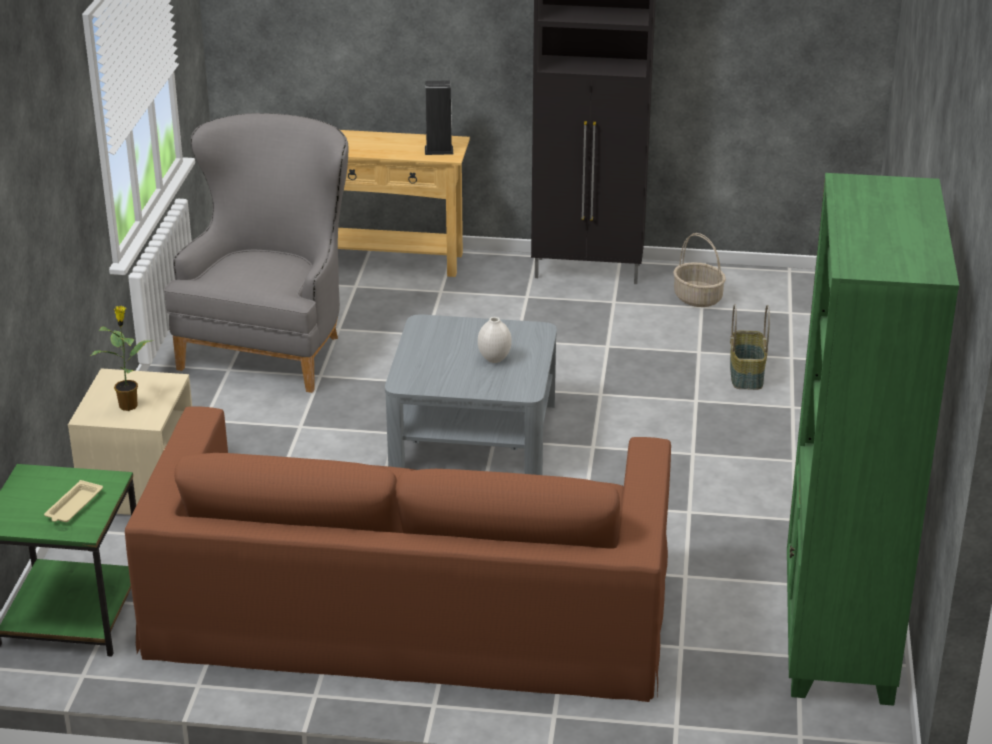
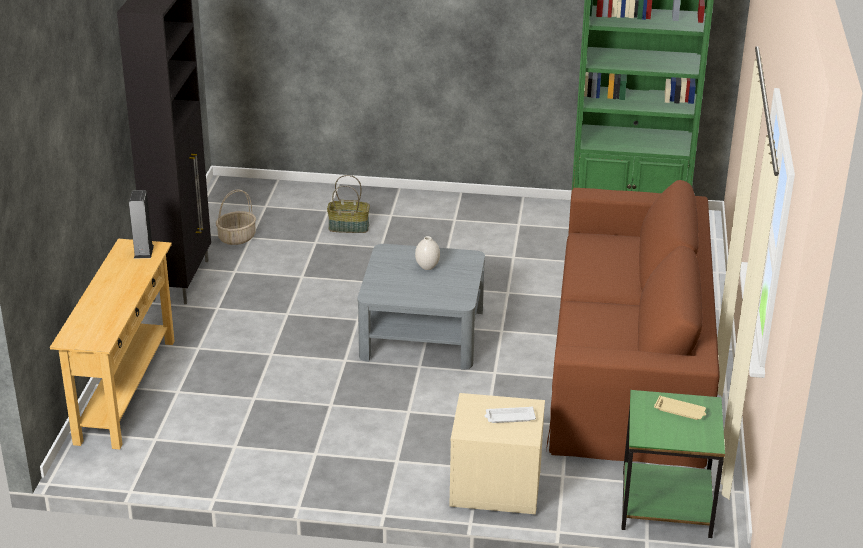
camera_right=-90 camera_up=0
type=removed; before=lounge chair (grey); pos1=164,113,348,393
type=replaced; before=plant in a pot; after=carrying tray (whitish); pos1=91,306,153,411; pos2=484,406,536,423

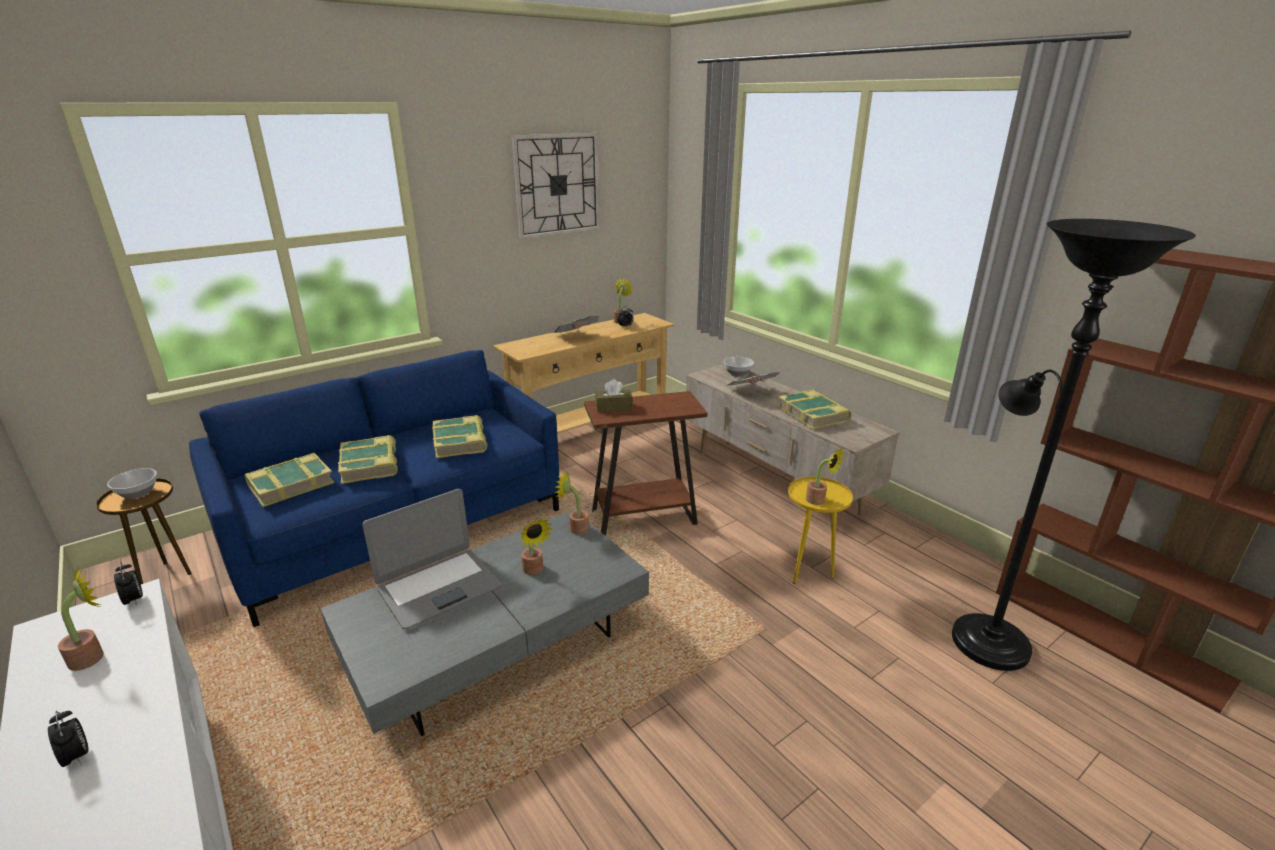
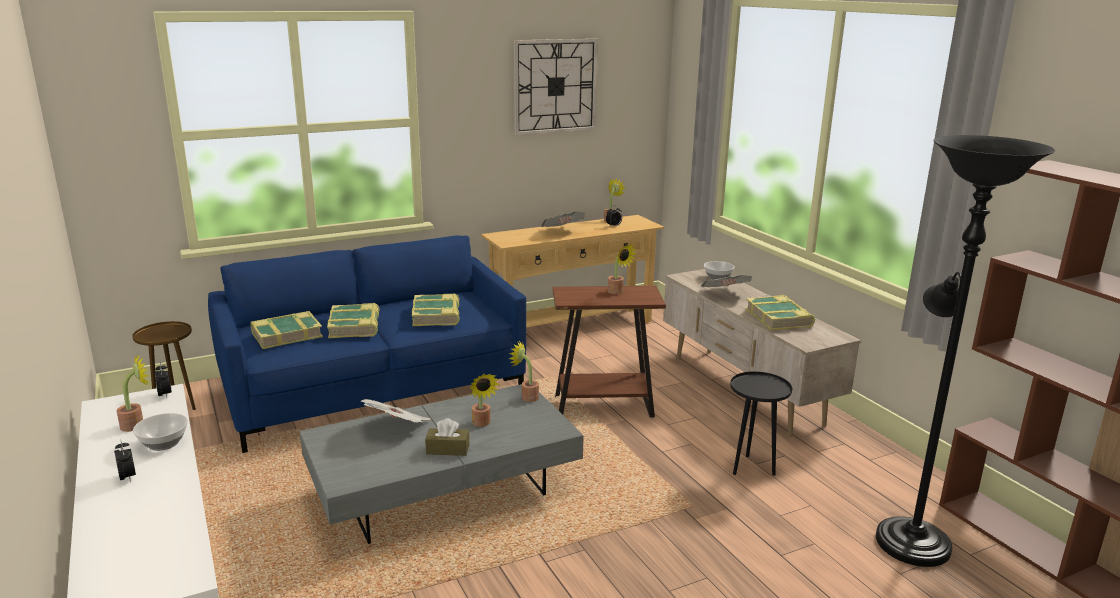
camera_right=10 camera_up=-5
type=moved; before=tissue box (brown-coloured); pos1=595,379,633,412; pos2=425,418,470,456
type=moved; before=plant in a pot; pos1=806,448,845,505; pos2=608,244,637,294
type=moved; before=deep dish; pos1=107,468,157,499; pos2=133,413,188,451
type=recoloured; before=side table (yellow-coloured); after=side table (black-coloured); pos1=788,477,853,584; pos2=730,371,792,476
type=replaced; before=portable computer; after=newspaper; pos1=362,489,502,629; pos2=361,399,431,423

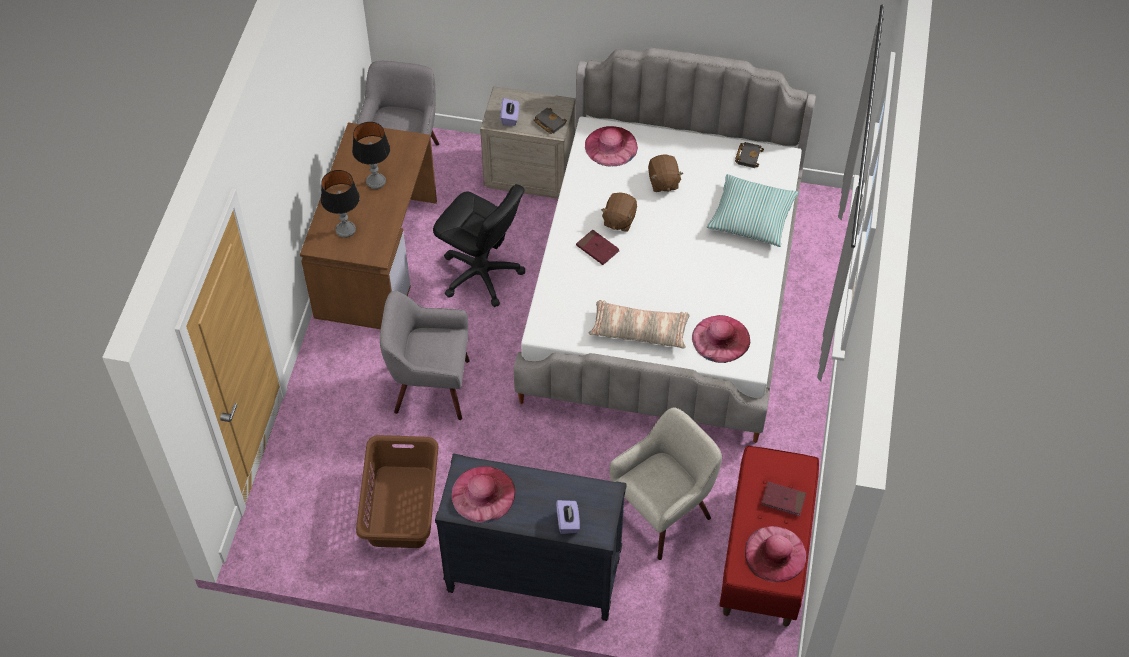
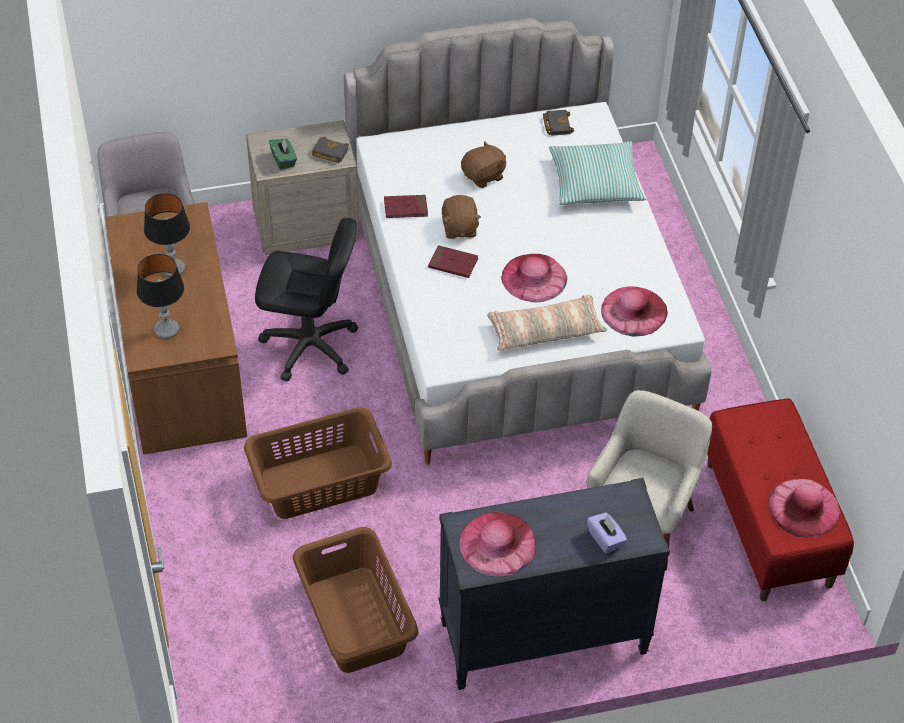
camera_right=-25 camera_up=-5
type=recoloured; before=tissue box (purple-coloured); after=tissue box (greenish); pos1=501,98,519,126; pos2=269,139,297,170
type=moved; before=hat (pink); pos1=585,126,638,166; pos2=501,254,567,302
type=turned; before=cuddly toy (brown-coloured); pos1=648,155,683,192; pos2=461,141,506,188; turn=-90
type=replaced; before=lounge chair (grey); after=hamper (brown-coloured); pos1=380,291,470,420; pos2=244,407,392,519
type=moved; before=book (red); pos1=761,482,806,516; pos2=384,195,428,218

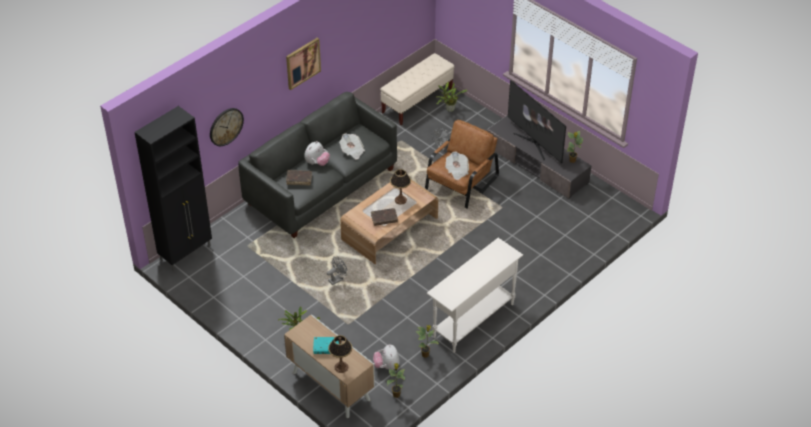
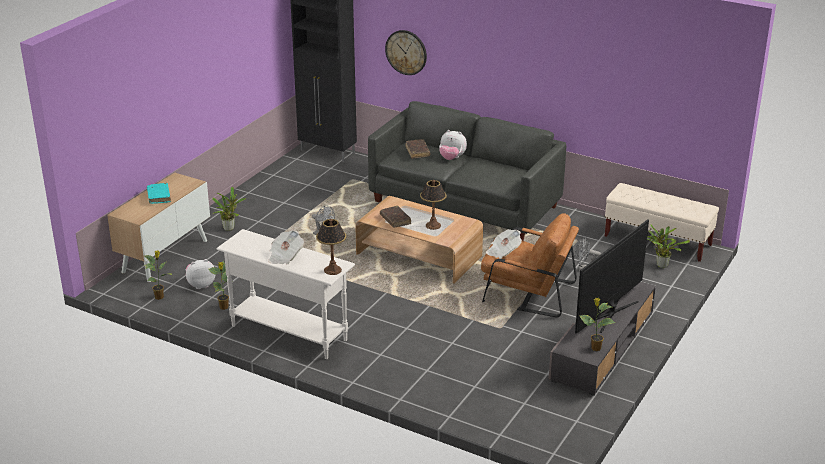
camera_right=75 camera_up=-15
type=removed; before=picture; pos1=286,38,321,90
type=moved; before=newspaper; pos1=339,133,365,160; pos2=268,230,304,264
type=moved; before=tabletop lamp; pos1=328,335,352,373; pos2=316,219,346,275

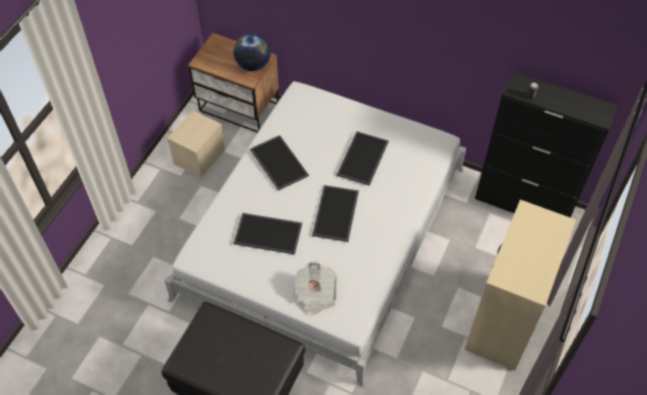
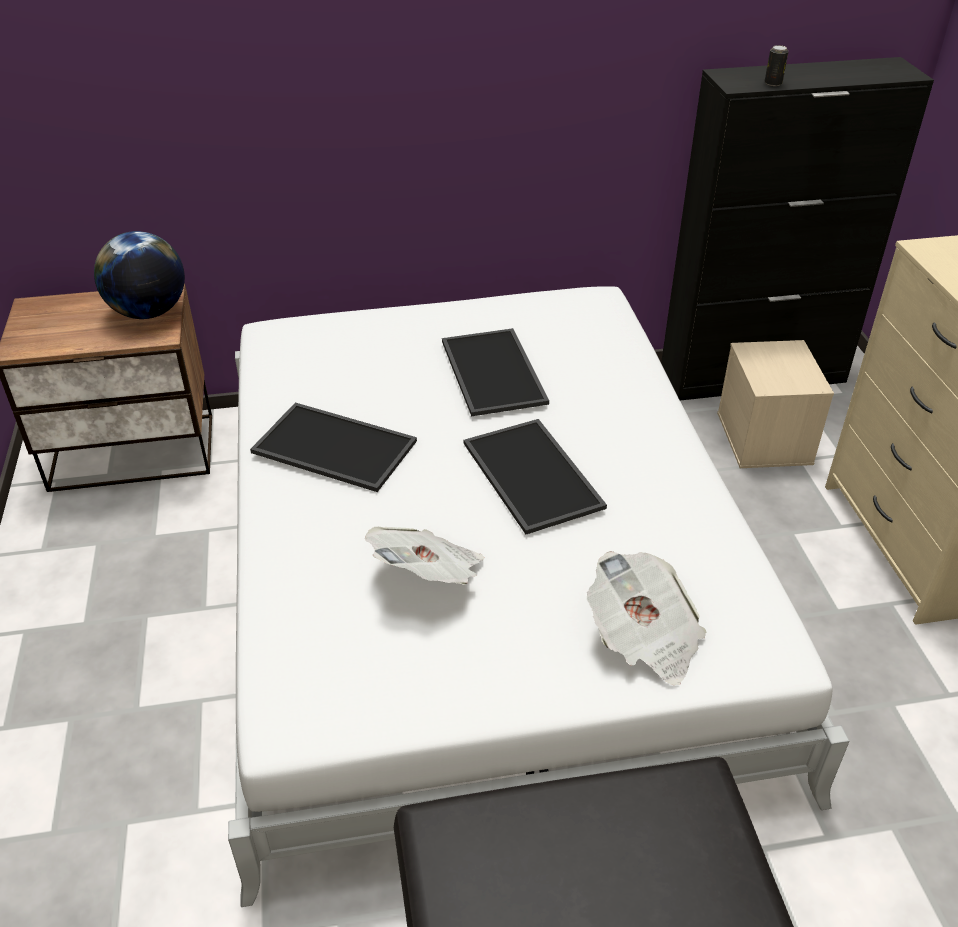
camera_right=-35 camera_up=-15
type=moved; before=storage box (beige); pos1=167,110,225,178; pos2=717,340,834,468
type=replaced; before=carrying tray; after=newspaper; pos1=234,213,302,254; pos2=365,527,484,584

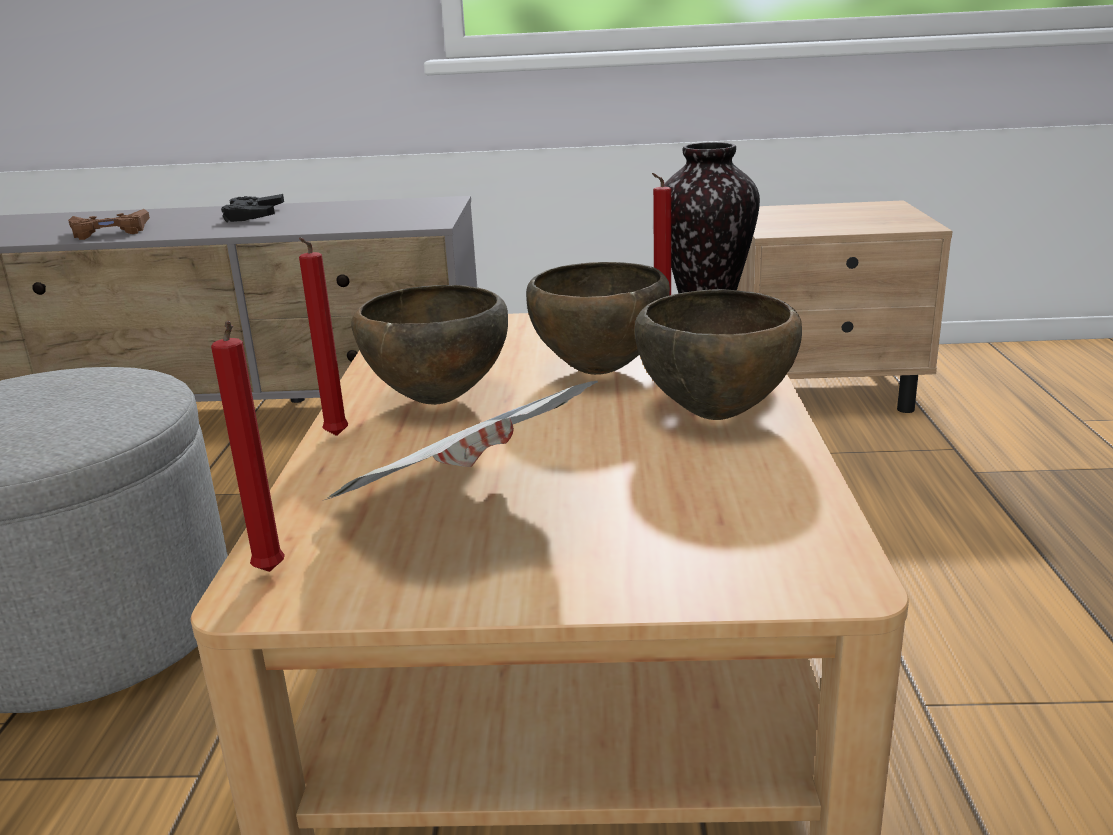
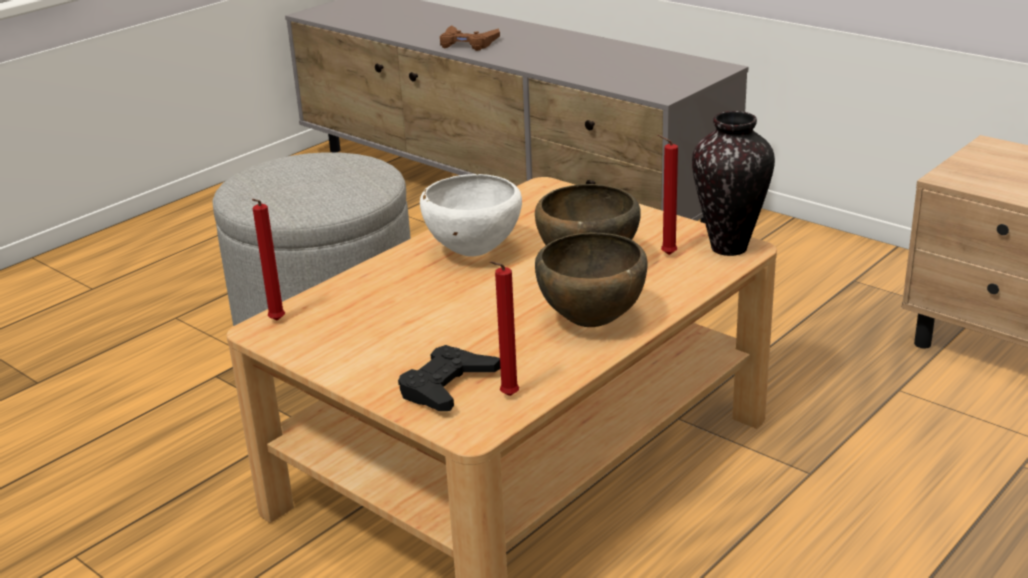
camera_right=40 camera_up=5
type=moved; before=joypad (black-coloured); pos1=221,194,284,222; pos2=398,345,500,411
type=moved; before=wax candle (red); pos1=299,238,348,436; pos2=490,261,519,396
type=recoloured; before=deep dish (brown-coloured); after=deep dish (whitish); pos1=351,285,508,405; pos2=420,174,522,257
type=removed; before=newspaper; pos1=325,380,598,500

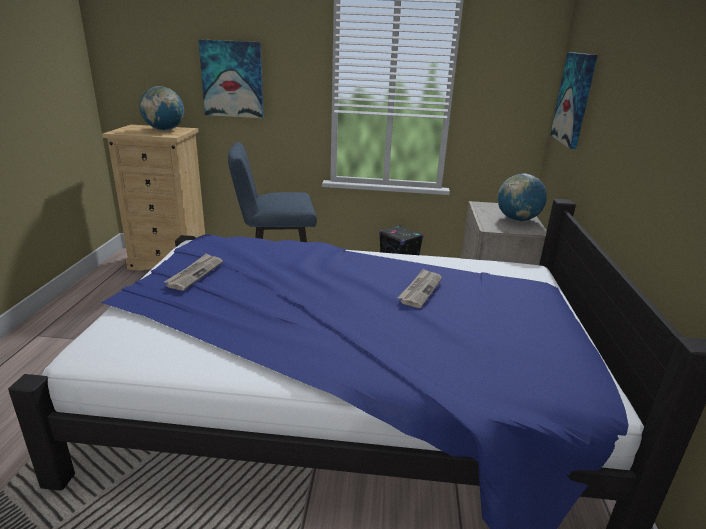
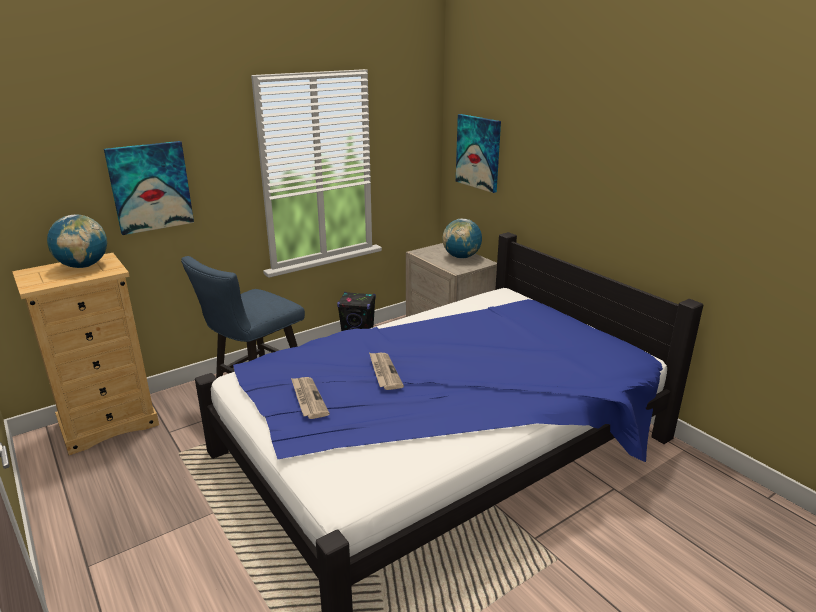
camera_right=-40 camera_up=0
type=moved; before=newspaper; pos1=397,268,442,308; pos2=369,353,404,390

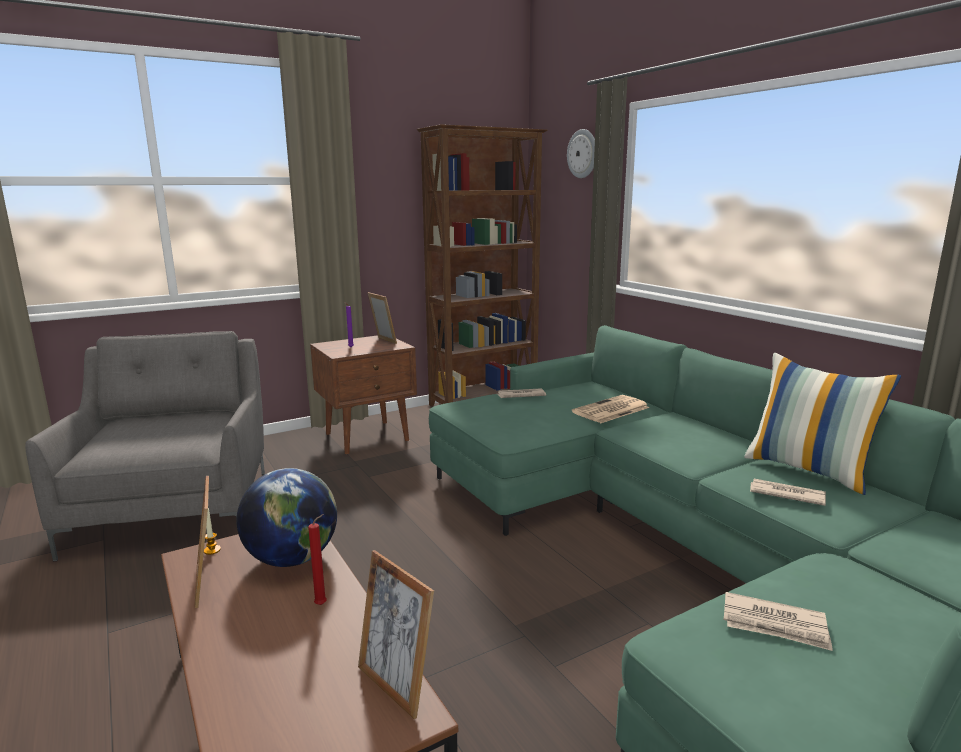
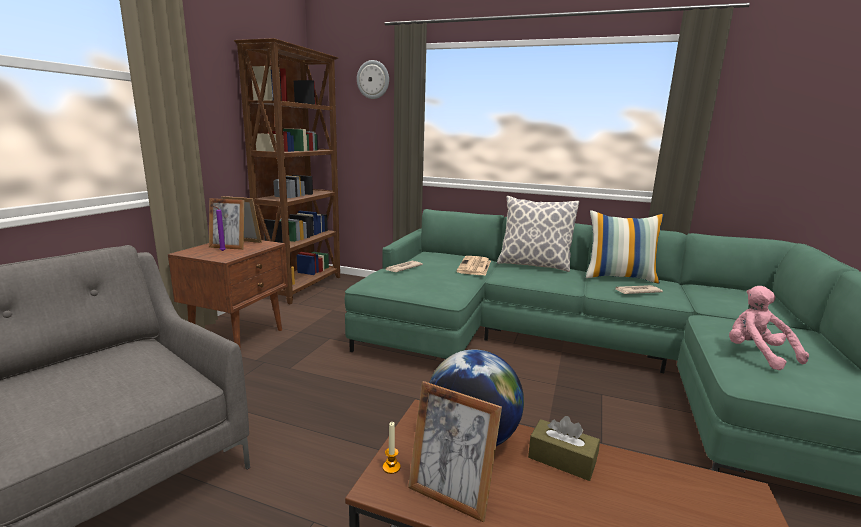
camera_right=-40 camera_up=0
type=replaced; before=wax candle (red); after=tissue box (brown-coloured); pos1=308,514,327,605; pos2=528,416,600,481
type=moved; before=standing frame; pos1=358,550,434,719; pos2=209,198,244,250
type=replaced; before=newspaper; after=cuddly toy (pink); pos1=723,592,833,651; pos2=729,286,809,370
type=added; after=cushion; pos2=497,196,579,272

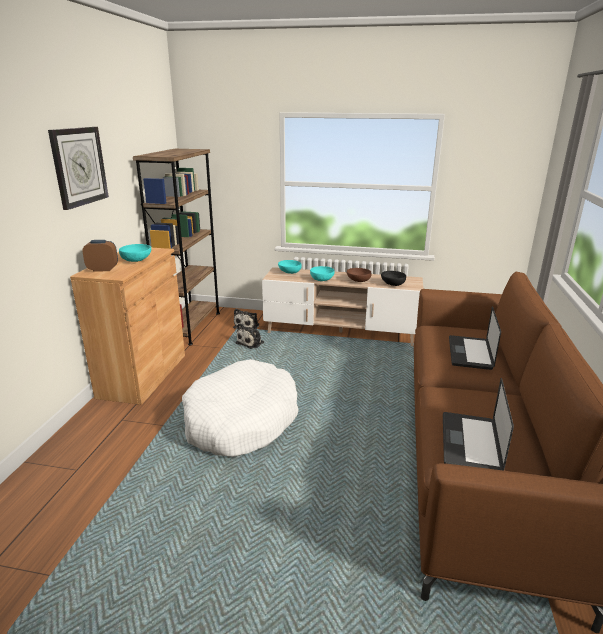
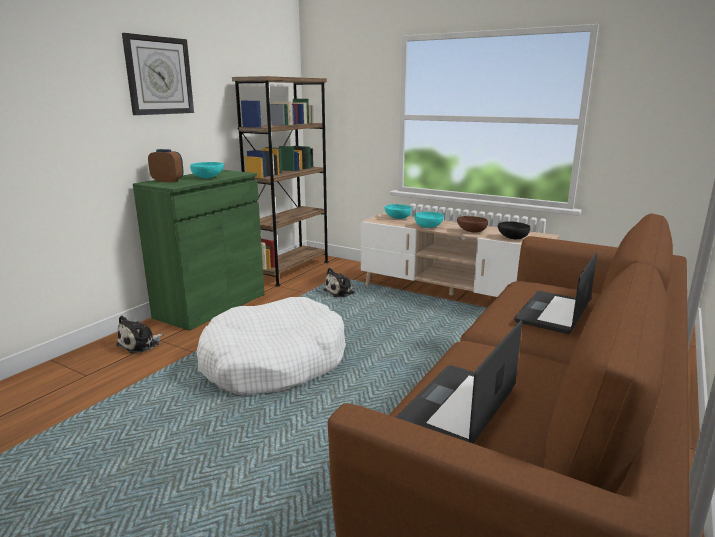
camera_right=20 camera_up=-5
type=recoloured; before=cabinet (brown-coloured); after=cabinet (greenish); pos1=70,248,185,405; pos2=133,170,264,331
type=moved; before=cuddly toy; pos1=233,309,259,329; pos2=116,315,163,353

